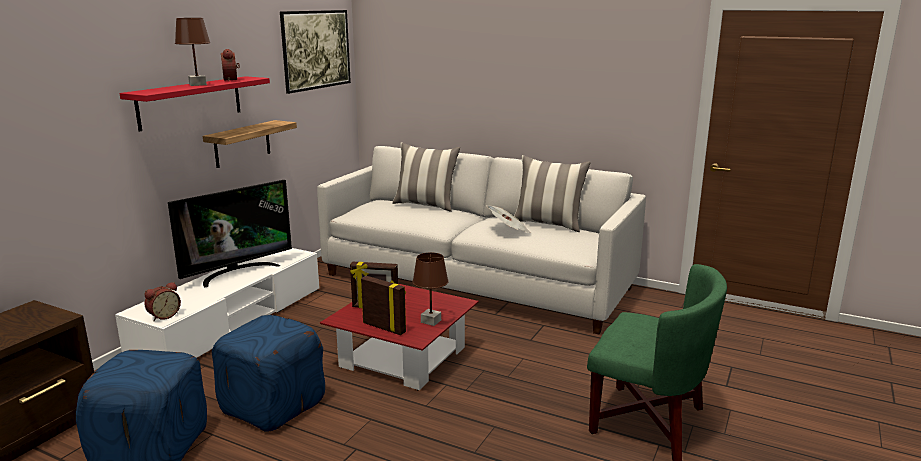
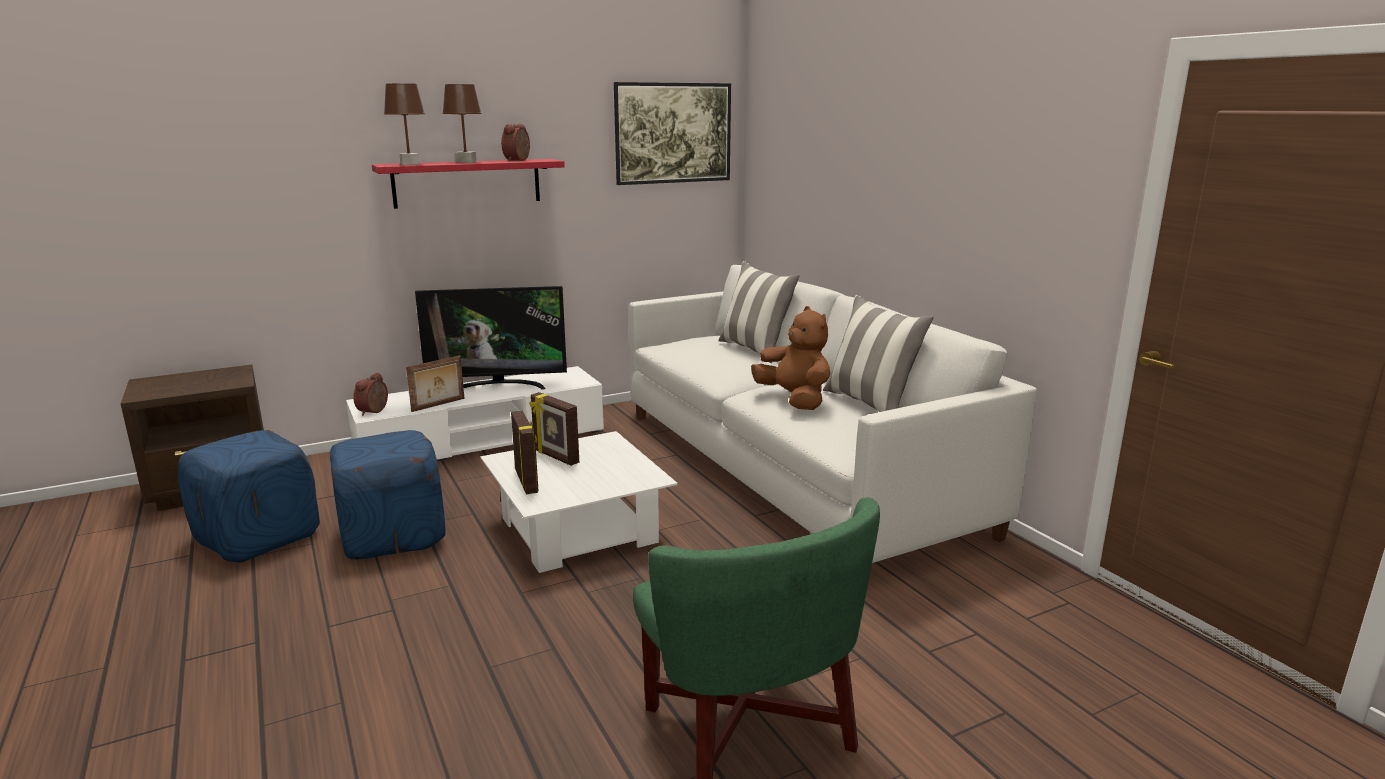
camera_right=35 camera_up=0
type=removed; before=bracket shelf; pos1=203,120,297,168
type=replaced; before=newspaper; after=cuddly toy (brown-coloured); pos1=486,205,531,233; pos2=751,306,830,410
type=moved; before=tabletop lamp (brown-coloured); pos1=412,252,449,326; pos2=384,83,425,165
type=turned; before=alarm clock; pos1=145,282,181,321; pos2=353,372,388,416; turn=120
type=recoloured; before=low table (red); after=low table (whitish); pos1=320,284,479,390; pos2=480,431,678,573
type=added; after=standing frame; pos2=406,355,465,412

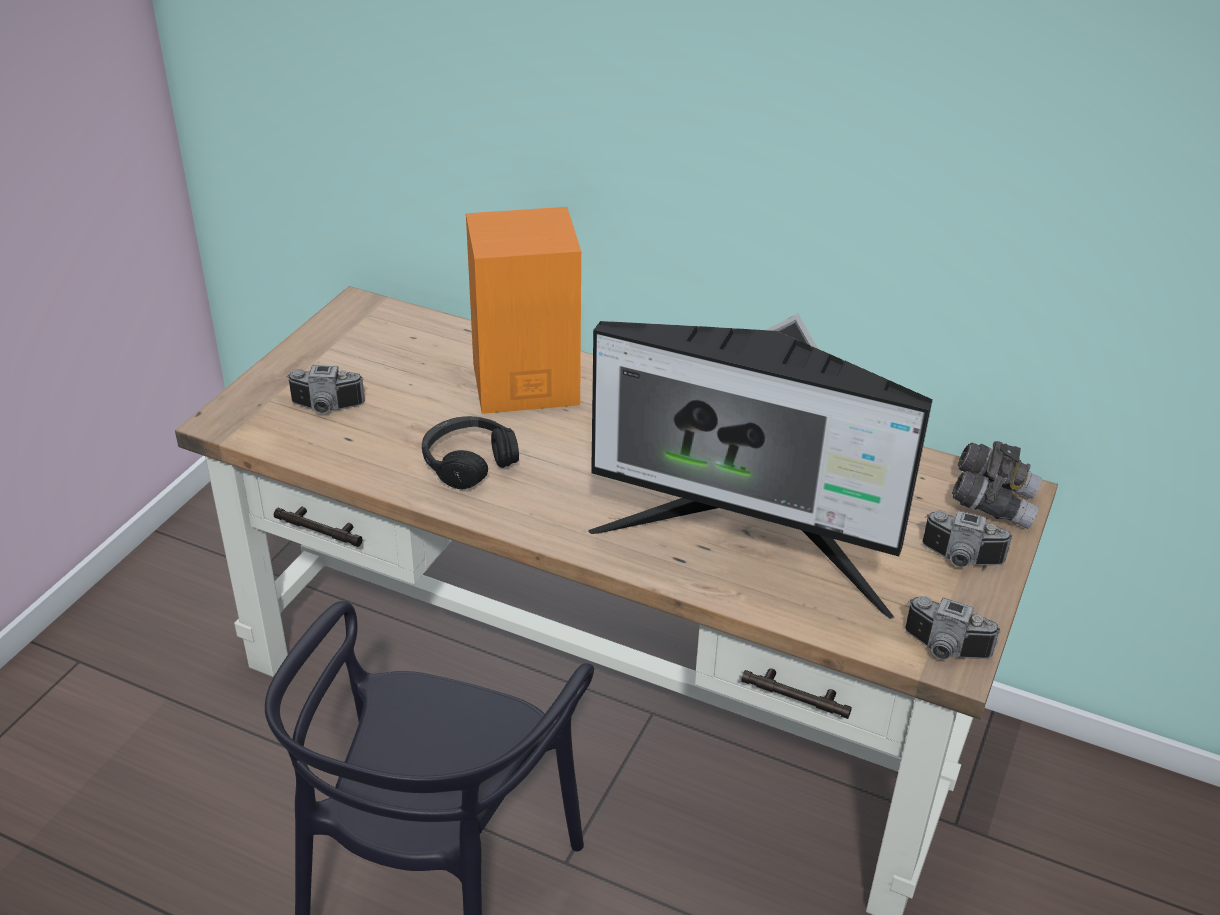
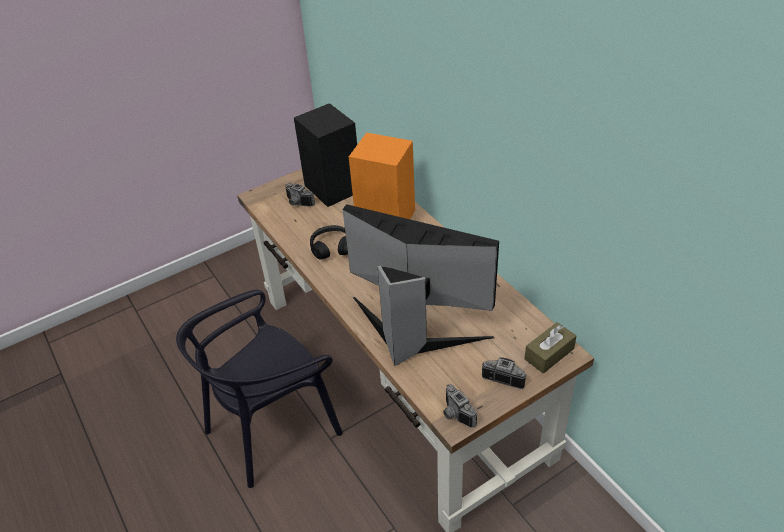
camera_right=35 camera_up=5
type=turned; before=computer display; pos1=588,313,933,619; pos2=343,204,499,366; turn=150
type=replaced; before=binoculars (grey); after=tissue box (brown-coloured); pos1=952,441,1042,529; pos2=524,322,576,373
type=turned; before=photo camera; pos1=922,510,1013,567; pos2=482,357,527,389; turn=150
type=added; after=loudspeaker (black-coloured); pos2=294,103,357,207

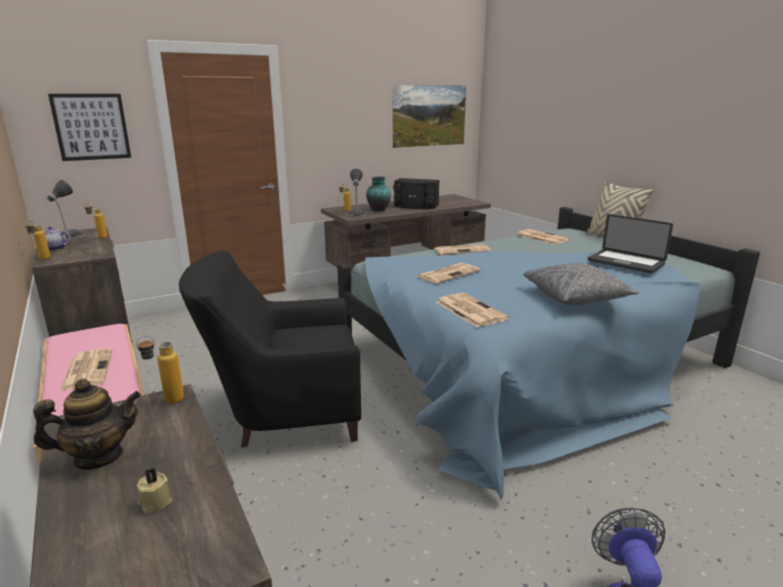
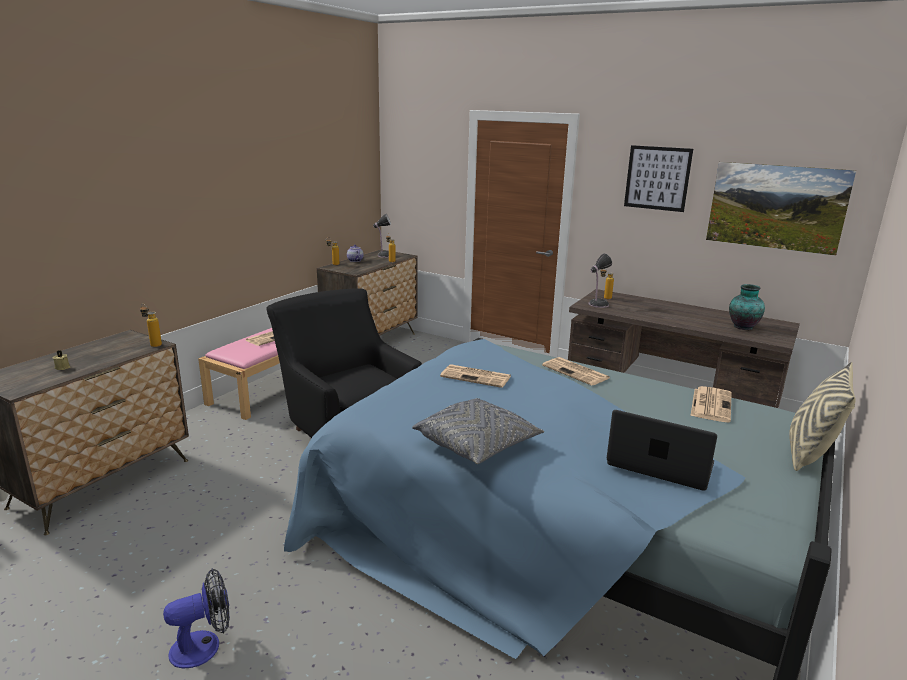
camera_right=60 camera_up=0
type=moved; before=picture; pos1=48,94,131,161; pos2=624,145,693,212
type=moved; before=decorative vase; pos1=366,176,391,211; pos2=729,284,765,330
type=removed; before=loudspeaker (black-coloured); pos1=393,178,440,209
type=turned; before=portable computer; pos1=588,214,673,273; pos2=607,410,717,491; turn=105
type=removed; before=newspaper; pos1=436,293,509,327
type=removed; before=tea pot; pos1=33,379,141,470

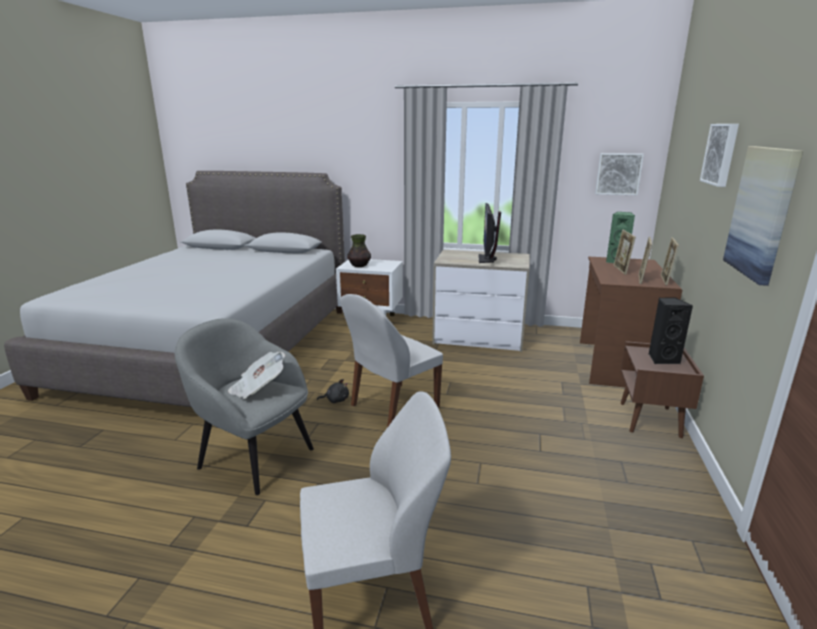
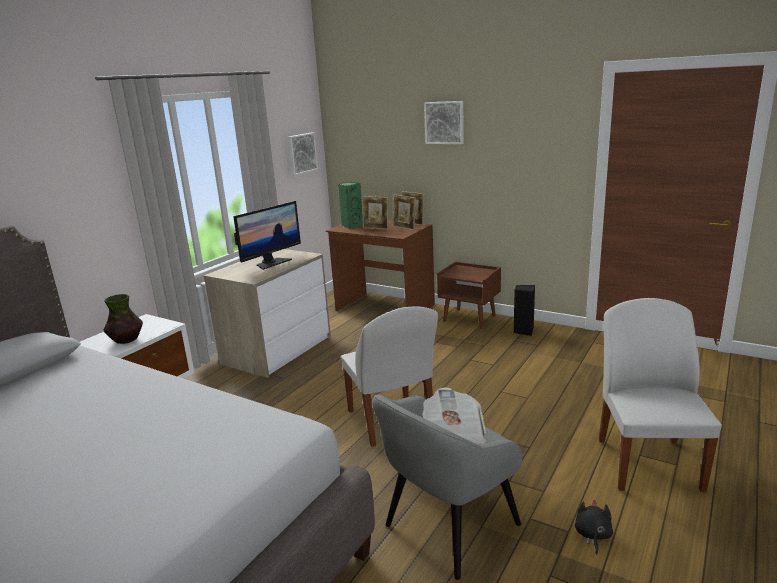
camera_right=-70 camera_up=0
type=removed; before=picture; pos1=723,146,803,286
type=turned; before=computer display; pos1=478,203,501,263; pos2=233,201,301,270; turn=-75
type=moved; before=loudspeaker (black-coloured); pos1=648,298,693,364; pos2=513,285,535,336
type=moved; before=cuddly toy (black-coloured); pos1=317,379,349,403; pos2=575,500,613,555

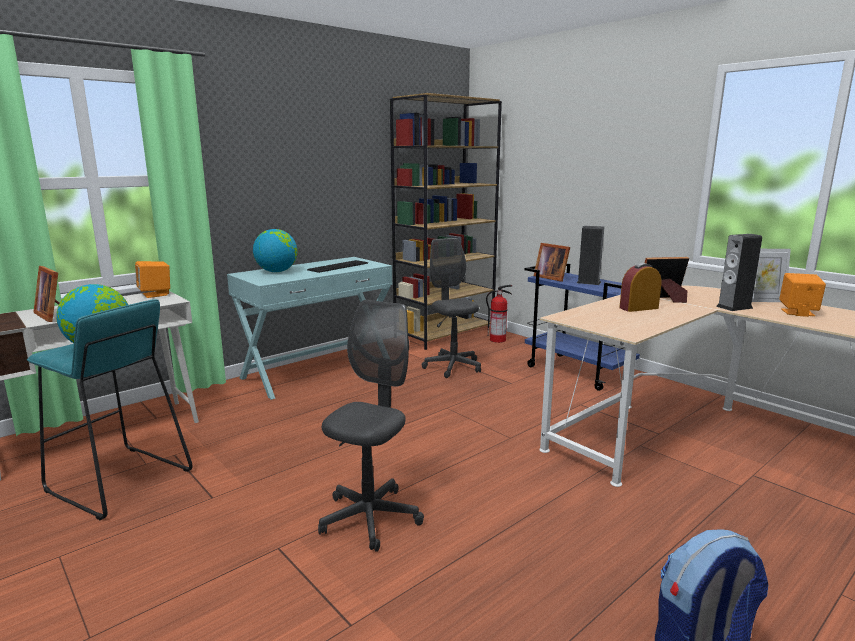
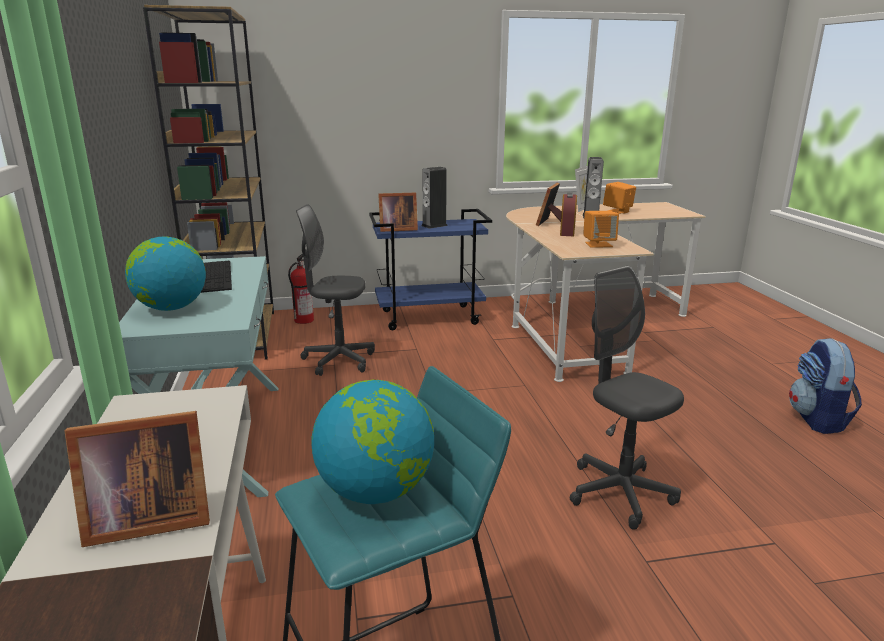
camera_right=-60 camera_up=5
type=moved; before=loudspeaker (orange); pos1=135,261,170,298; pos2=583,211,619,248

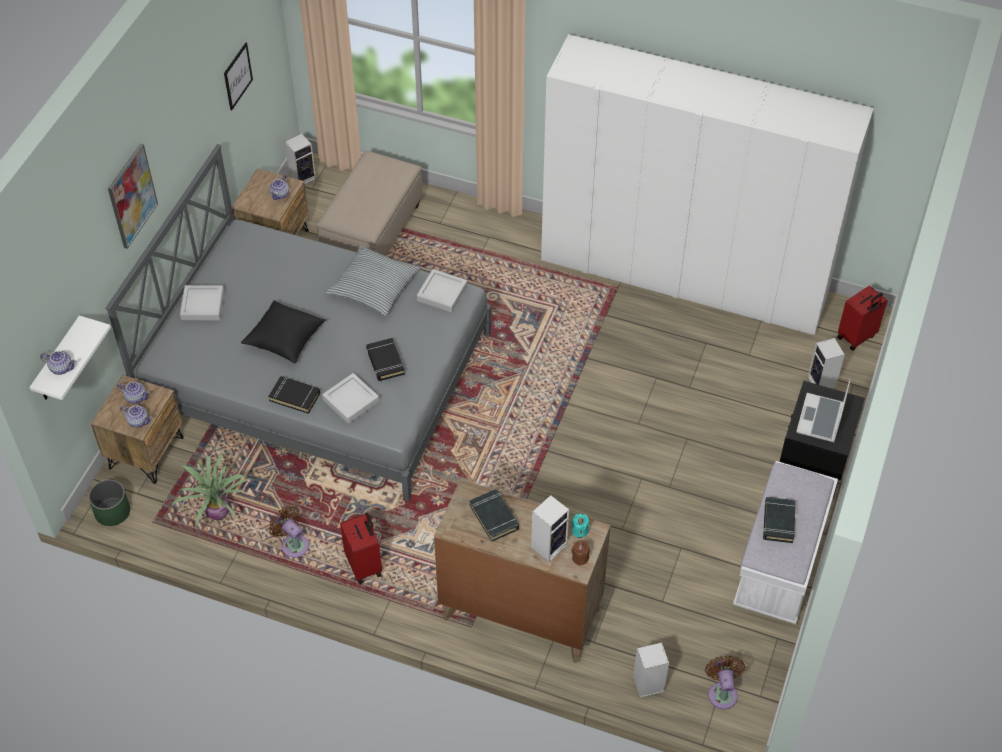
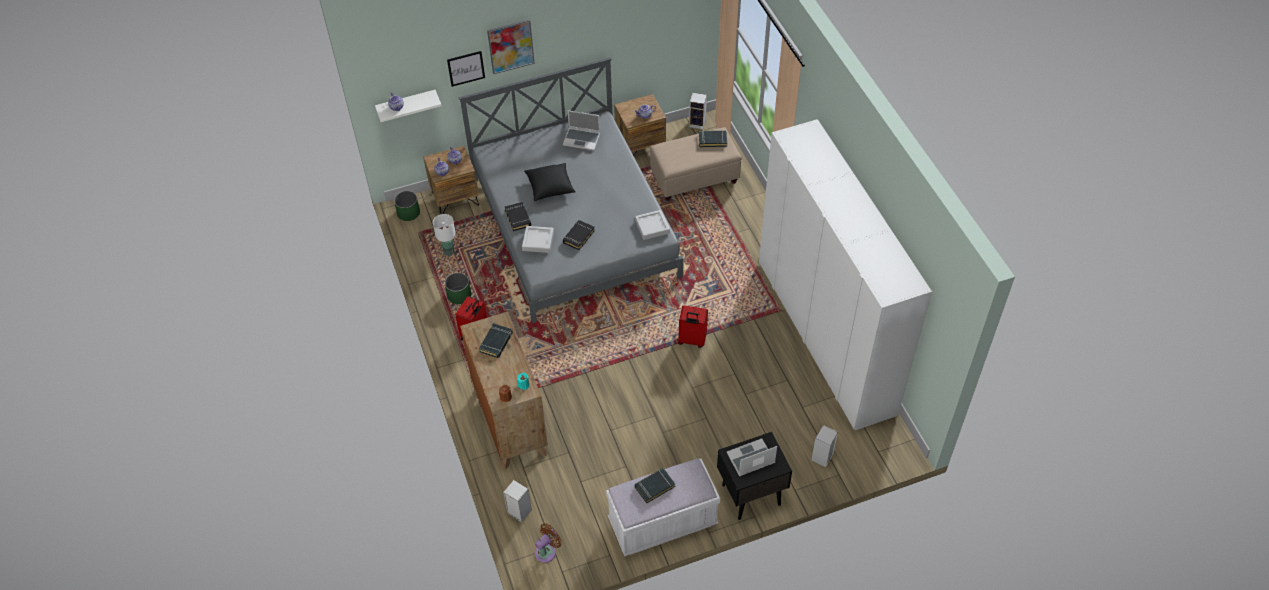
camera_right=50 camera_up=0
type=moved; before=picture; pos1=224,43,253,110; pos2=447,51,485,87
type=removed; before=cushion; pos1=326,245,421,316
type=removed; before=carrying tray (grey); pos1=180,285,224,320
type=moved; before=travel case (red); pos1=837,286,887,351; pos2=678,305,708,348
type=replaced; before=plant in a pot; after=tabletop lamp (whitish); pos1=172,453,251,526; pos2=433,214,456,256
type=removed; before=loudspeaker; pos1=531,495,569,562
type=replaced; before=fan (brown-coloured); after=planter (greenish); pos1=269,506,309,558; pos2=445,273,471,304
type=added; after=portable computer; pos2=563,110,600,150
type=added; after=book (black-coloured); pos2=699,130,727,147

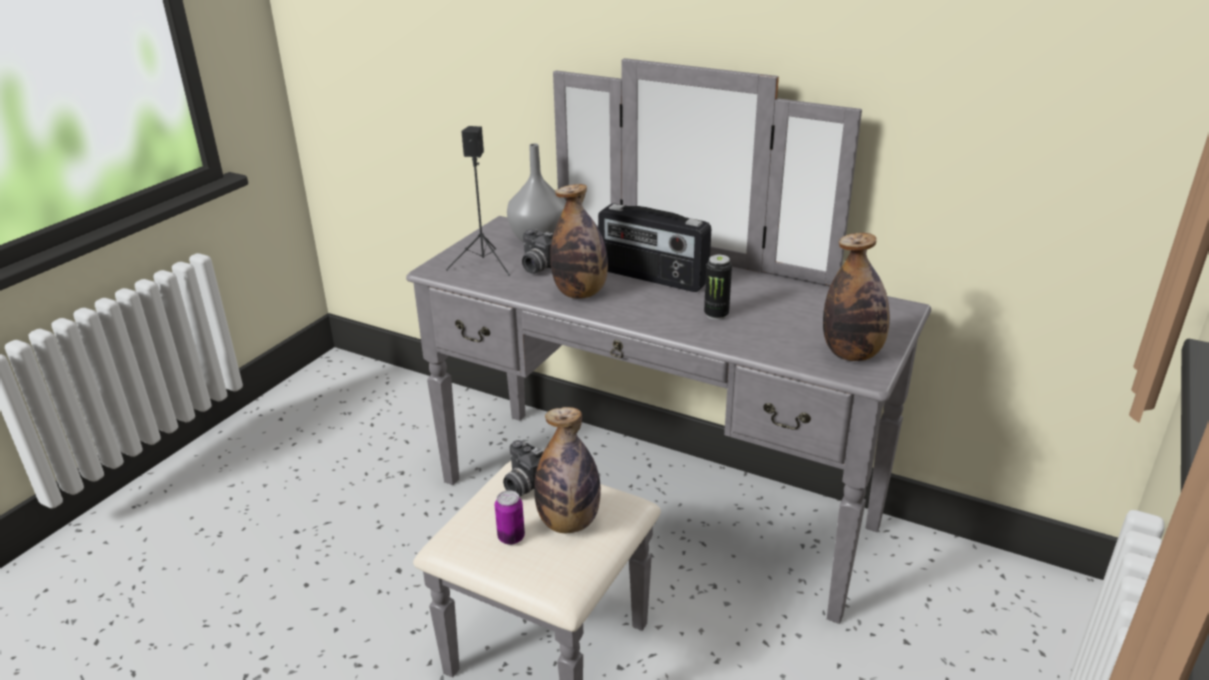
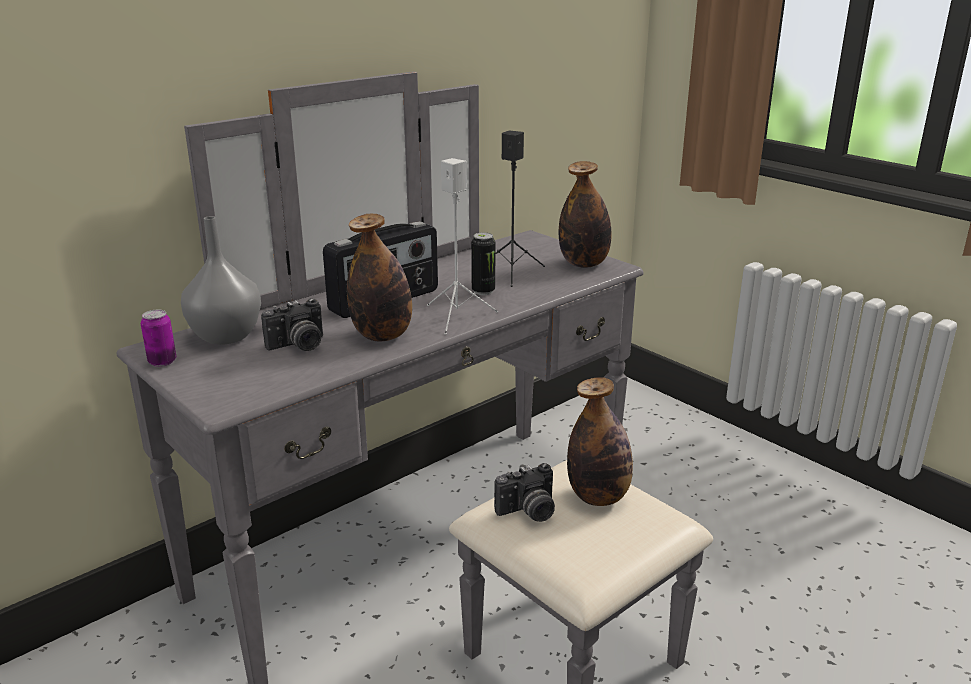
camera_right=-70 camera_up=-5
type=moved; before=loudspeaker (black-coloured); pos1=446,126,510,276; pos2=495,131,545,287
type=moved; before=sealed can; pos1=495,490,525,545; pos2=141,310,176,367
type=added; after=loudspeaker (whitish); pos2=427,158,498,335

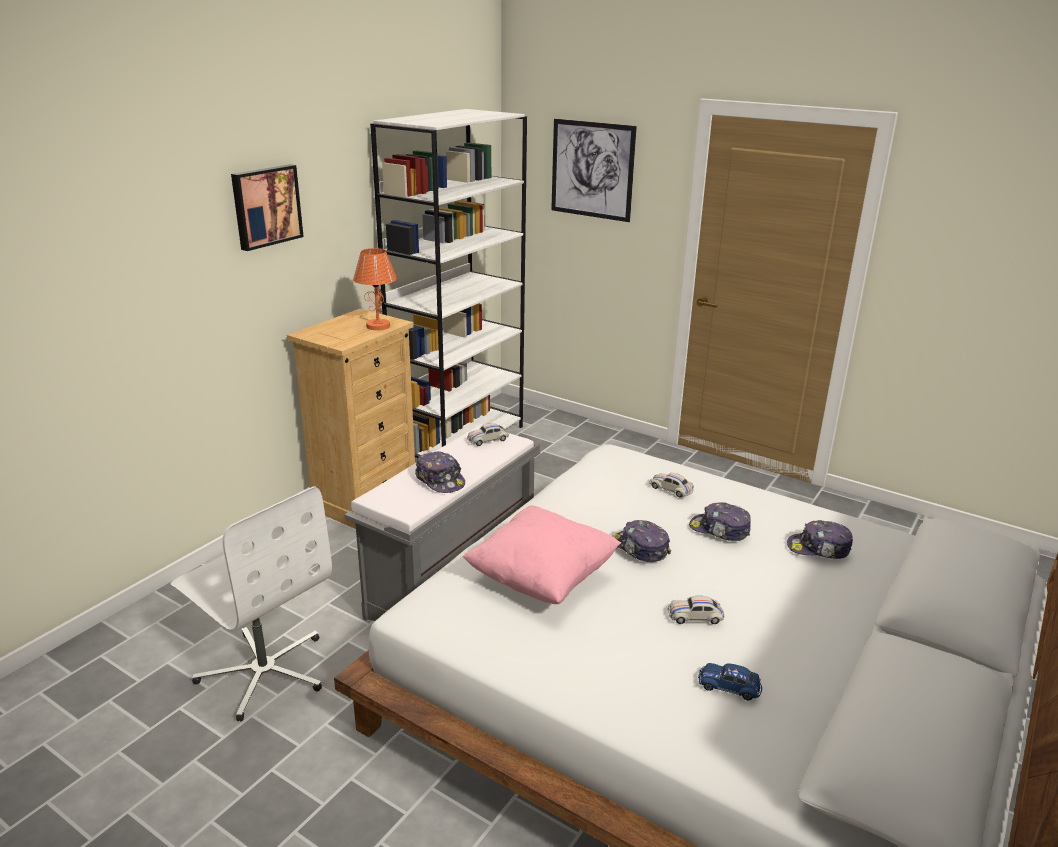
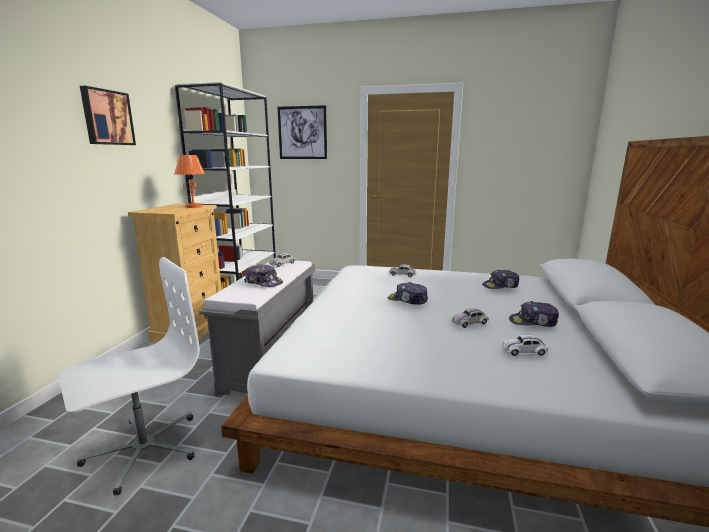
camera_right=-20 camera_up=-10
type=turned; before=desk chair (whitish); pos1=171,486,332,721; pos2=58,257,200,495; turn=-60
type=moved; before=cap; pos1=689,502,751,541; pos2=509,301,559,327
type=removed; before=cushion (pink); pos1=462,505,621,604
type=recoloured; before=model car (bluish); after=model car (whitish); pos1=698,663,762,700; pos2=502,335,548,356

